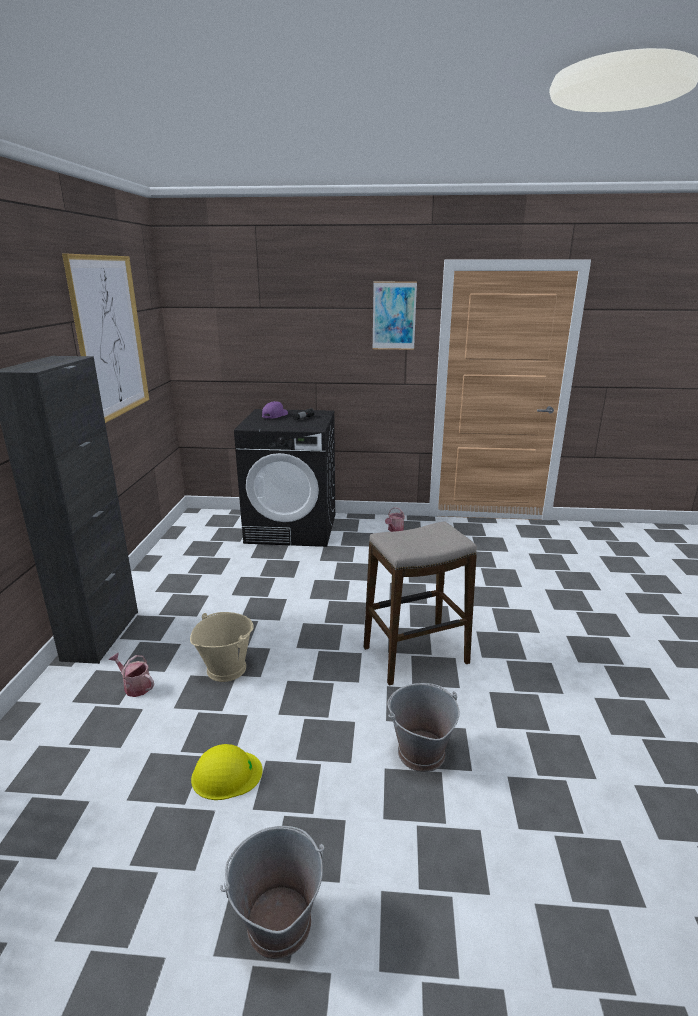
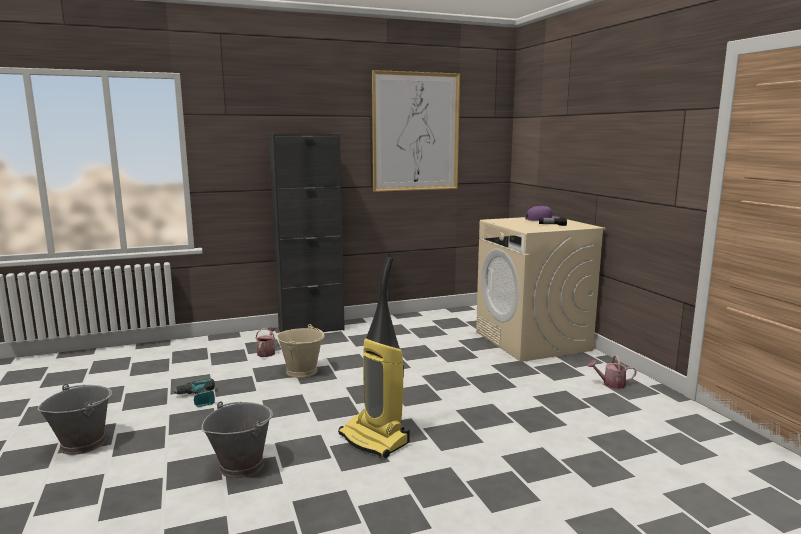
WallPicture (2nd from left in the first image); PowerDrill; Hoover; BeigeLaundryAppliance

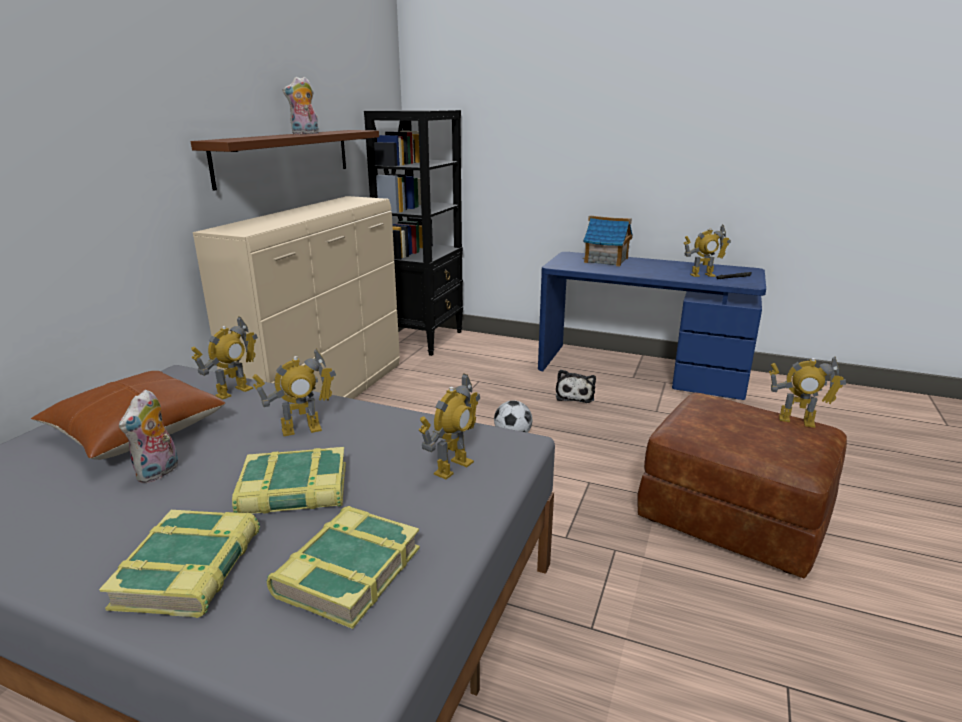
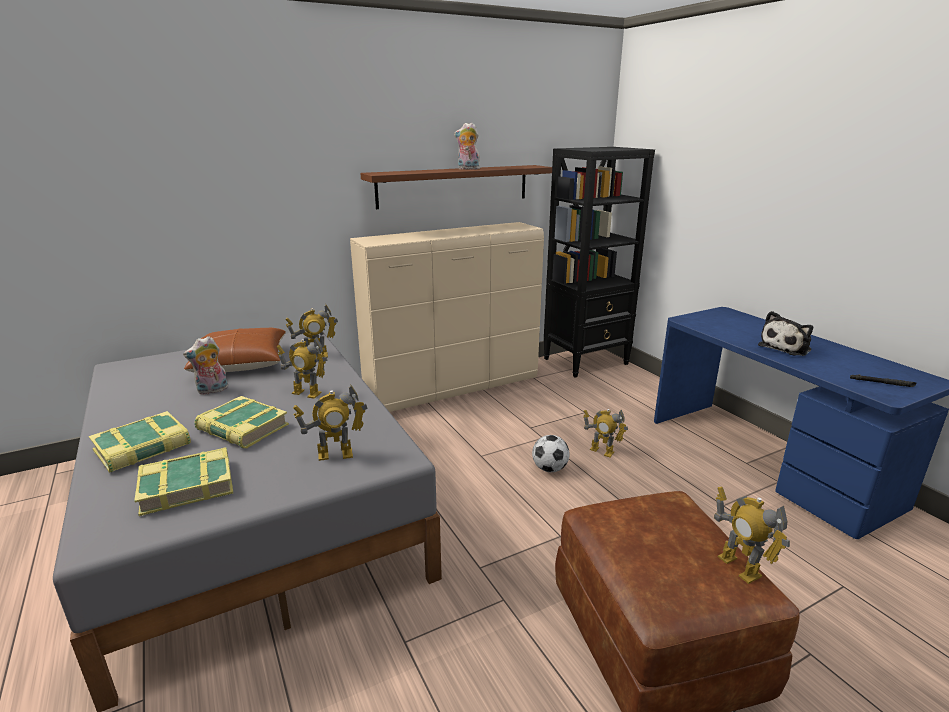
ToyHouse; SoftToy (3rd from left); ModelRobot (4th from left)

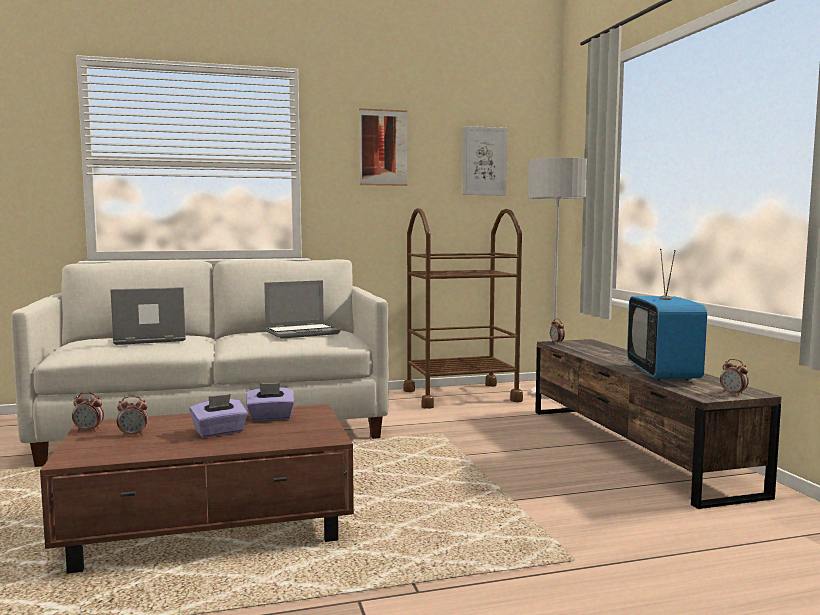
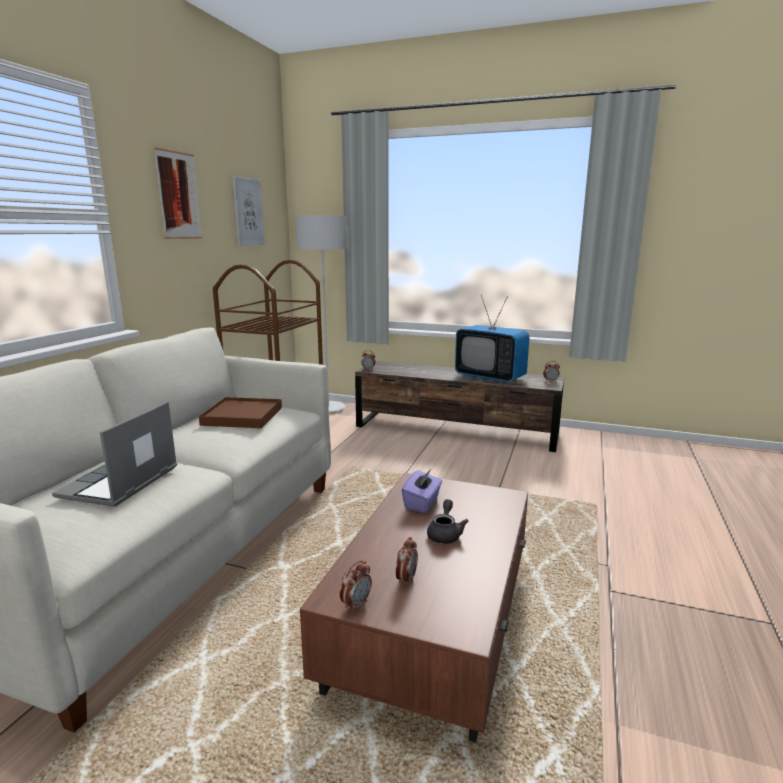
GreyTeapot; BrownColouredCarryingTray

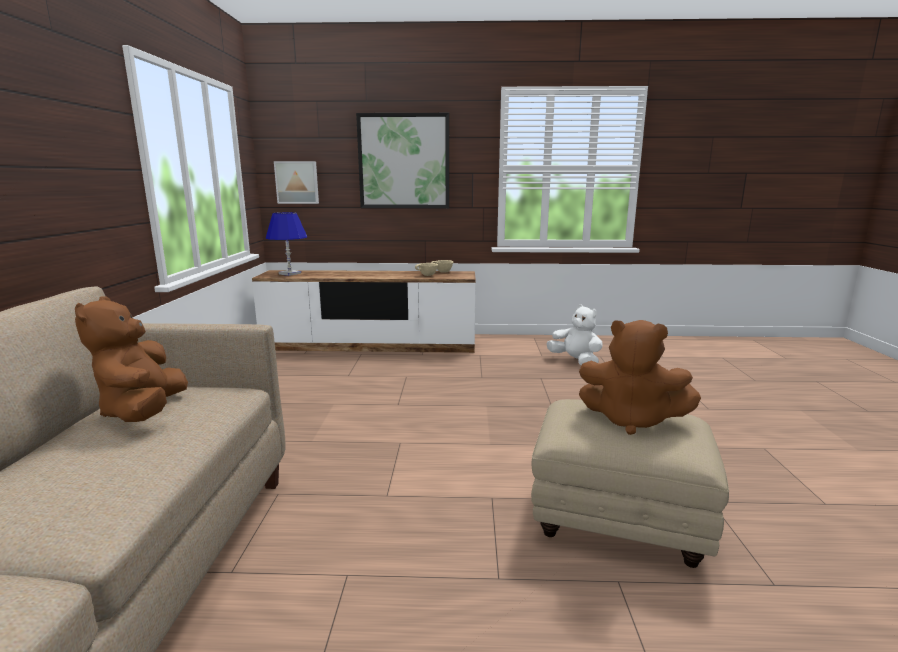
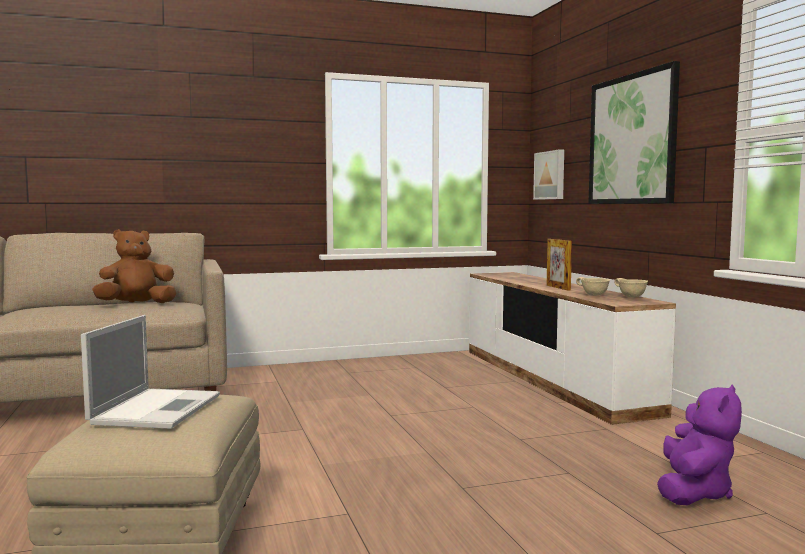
BlueColouredTableLamp; StandingFrame; Laptop; PurpleColouredSoftToy

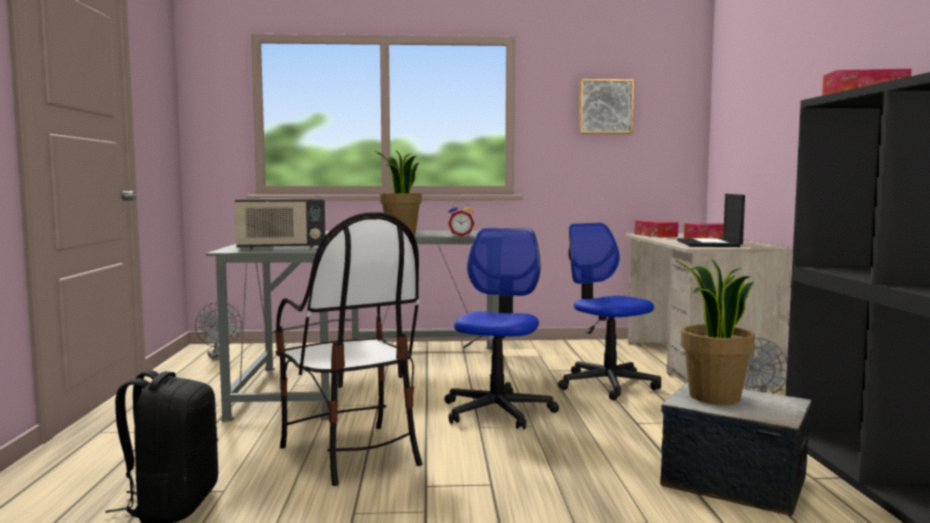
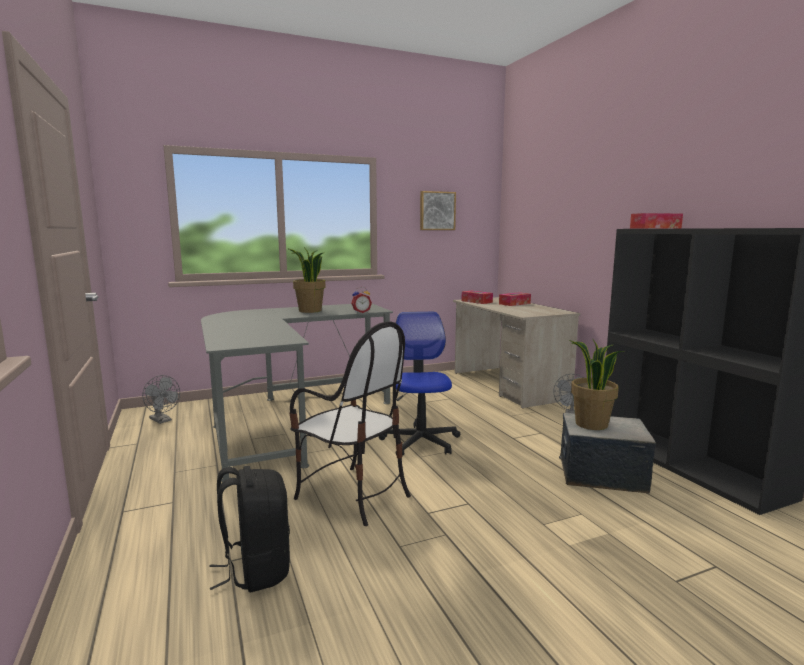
RadioReceiver; DeskChair (2nd from left in the first image); Laptop

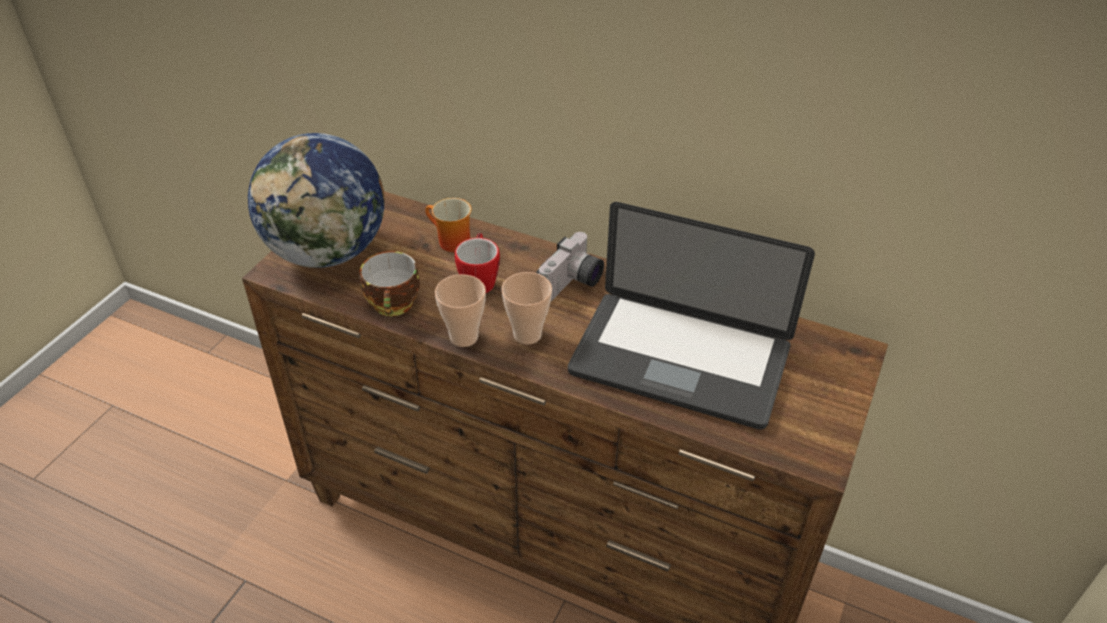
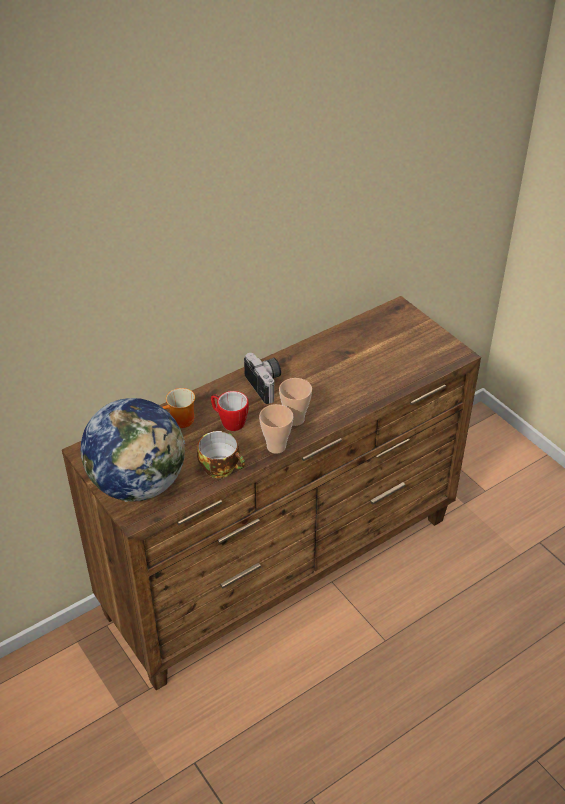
Laptop

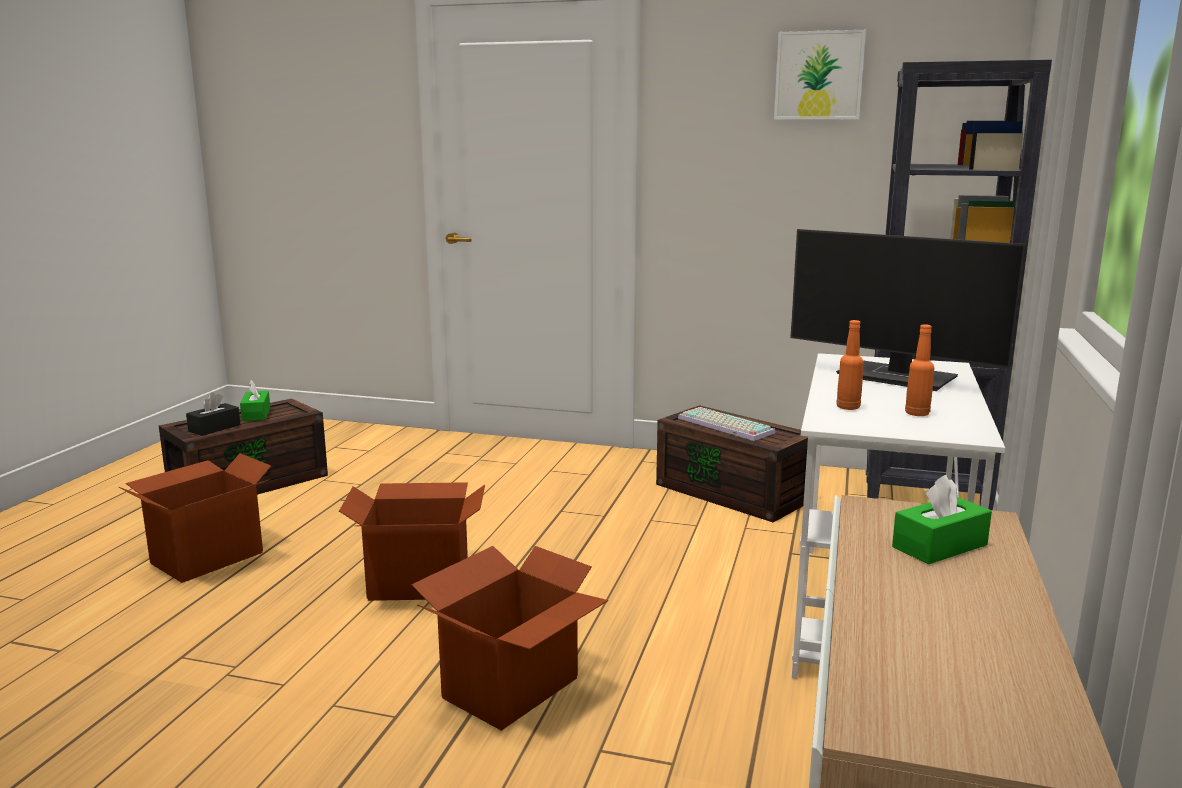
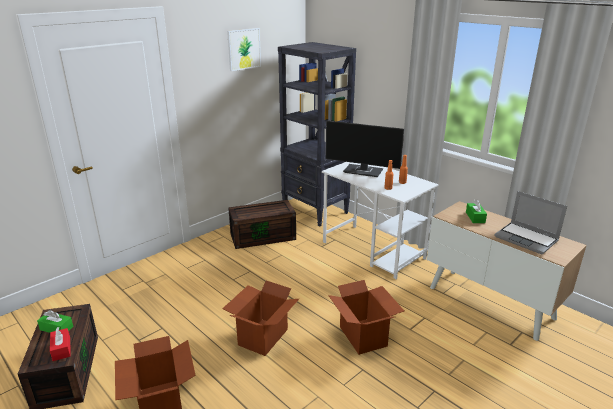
Keyboard; Laptop; ReddishTissueHolder; Monitor

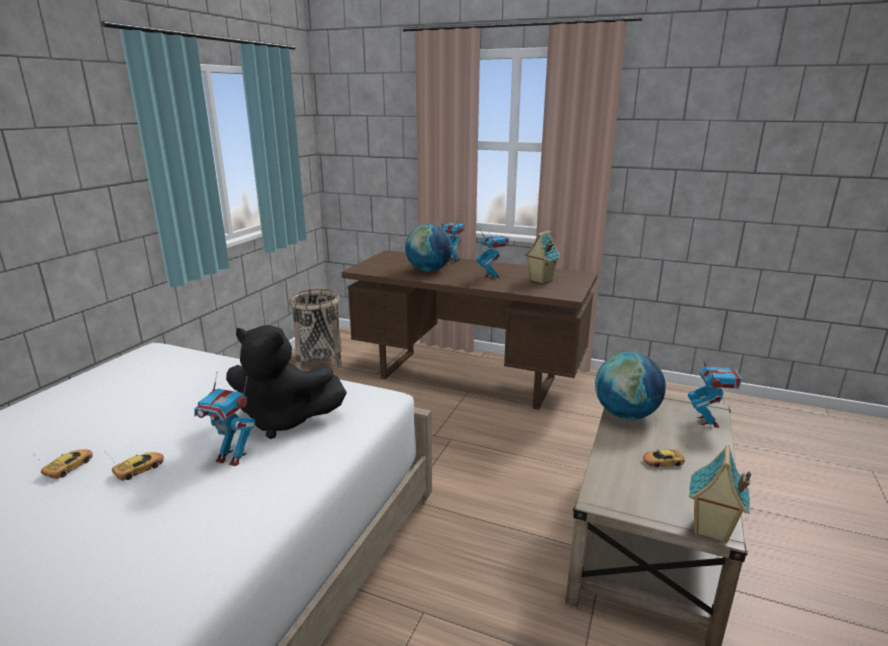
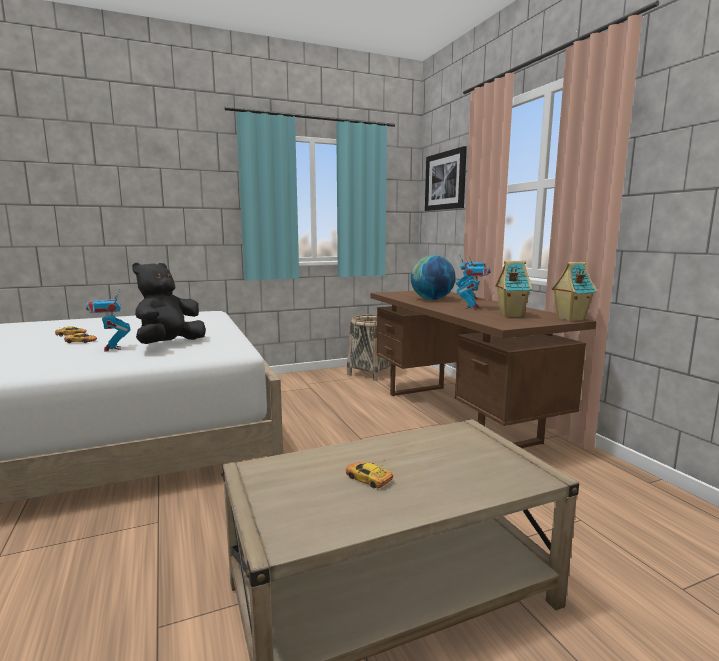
DeskGlobe (2nd from left in the first image); ModelRobot (4th from left in the first image); WallPicture; ToyHouse (2nd from left); BlackSoftToy

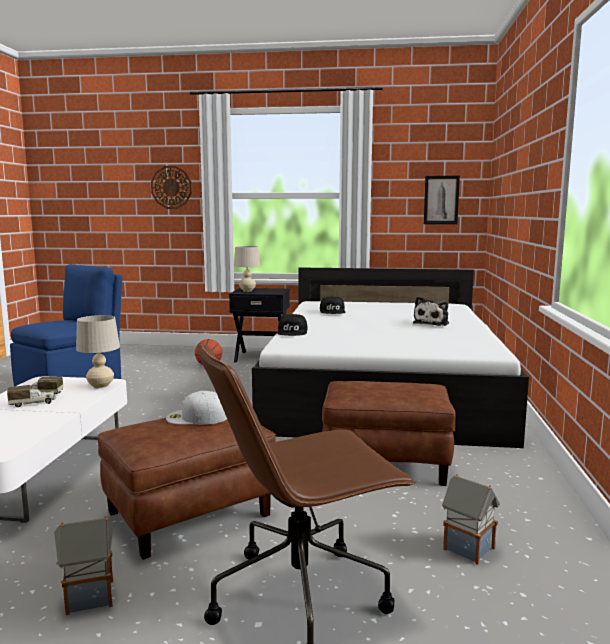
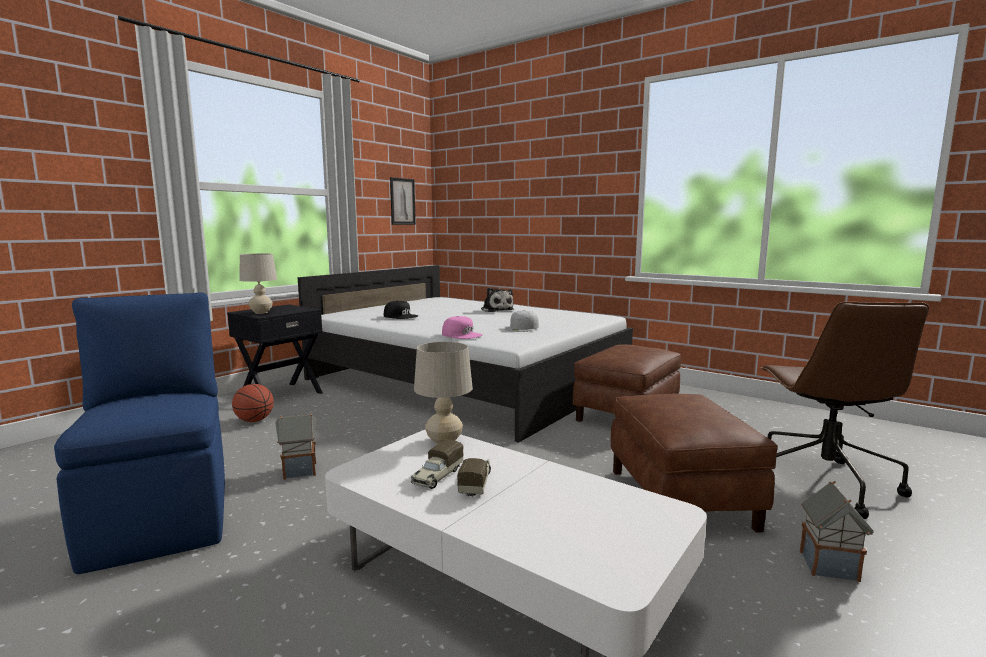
HangingClock; WhitePeakedCap; ToyHouse (1st from left); PinkPeakedCap

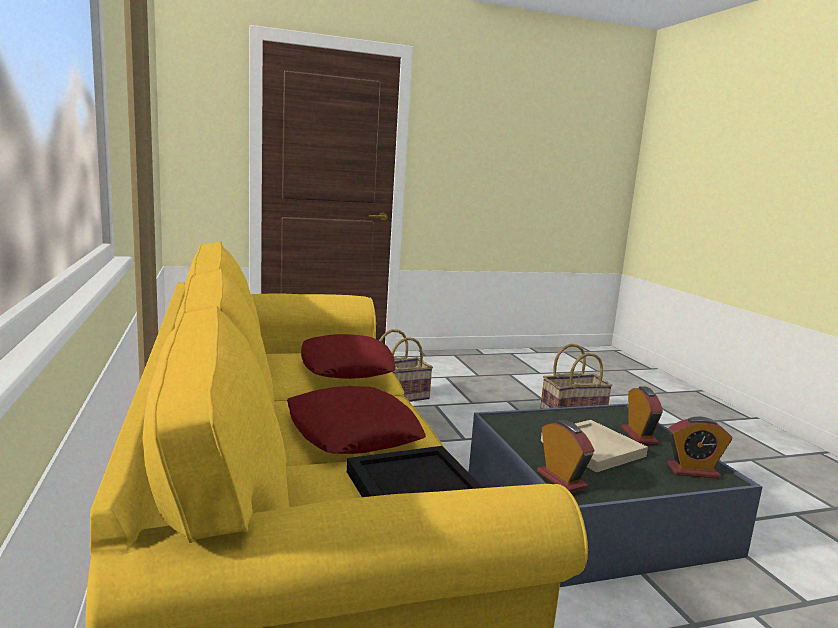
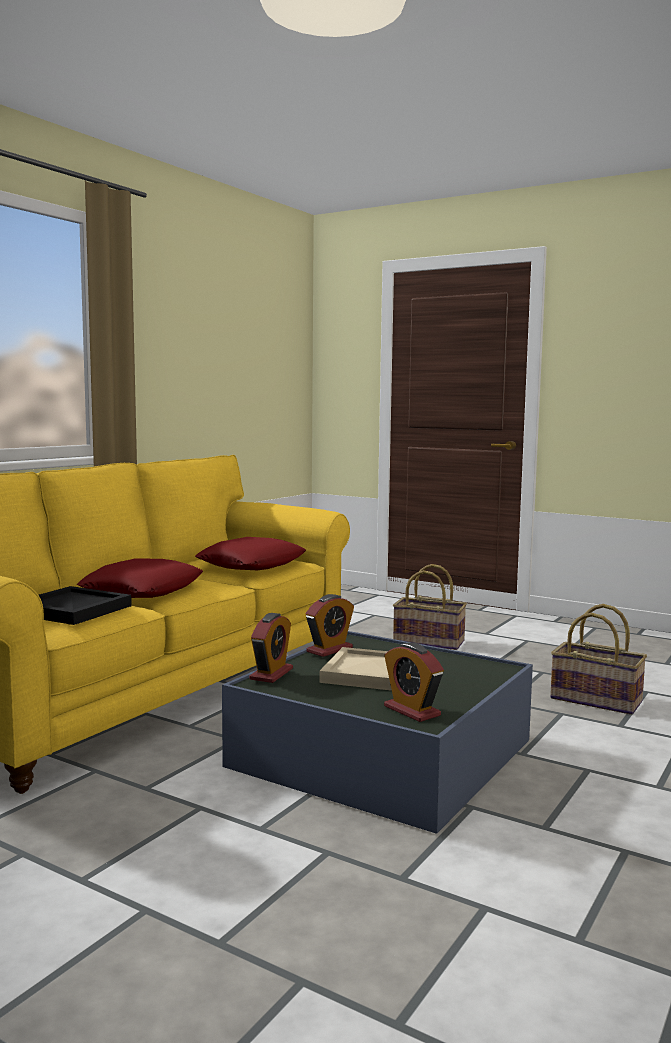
TableClock (2nd from left)

